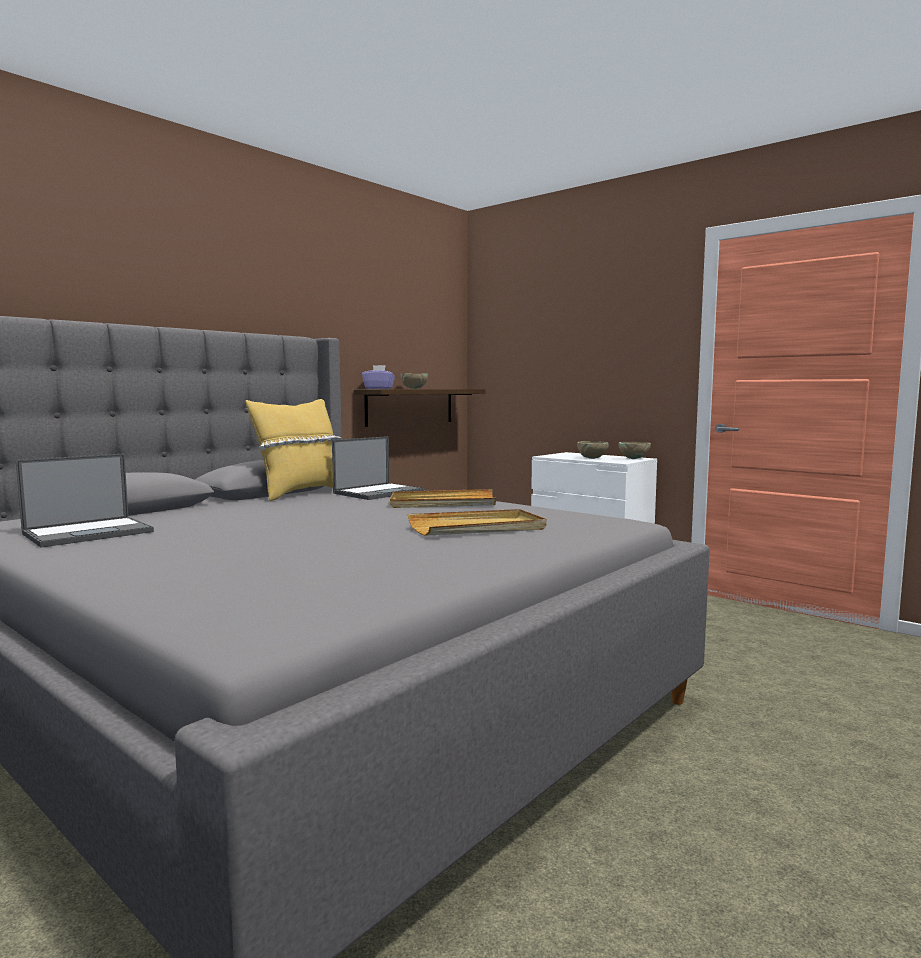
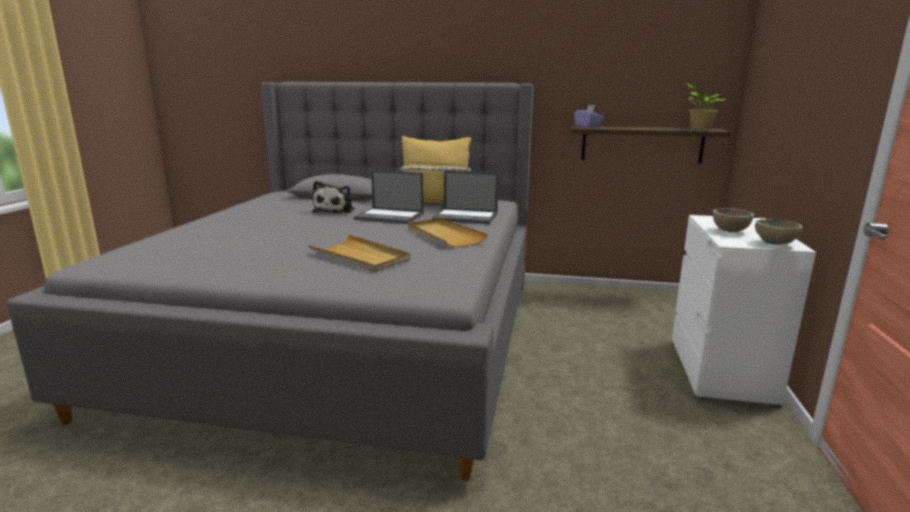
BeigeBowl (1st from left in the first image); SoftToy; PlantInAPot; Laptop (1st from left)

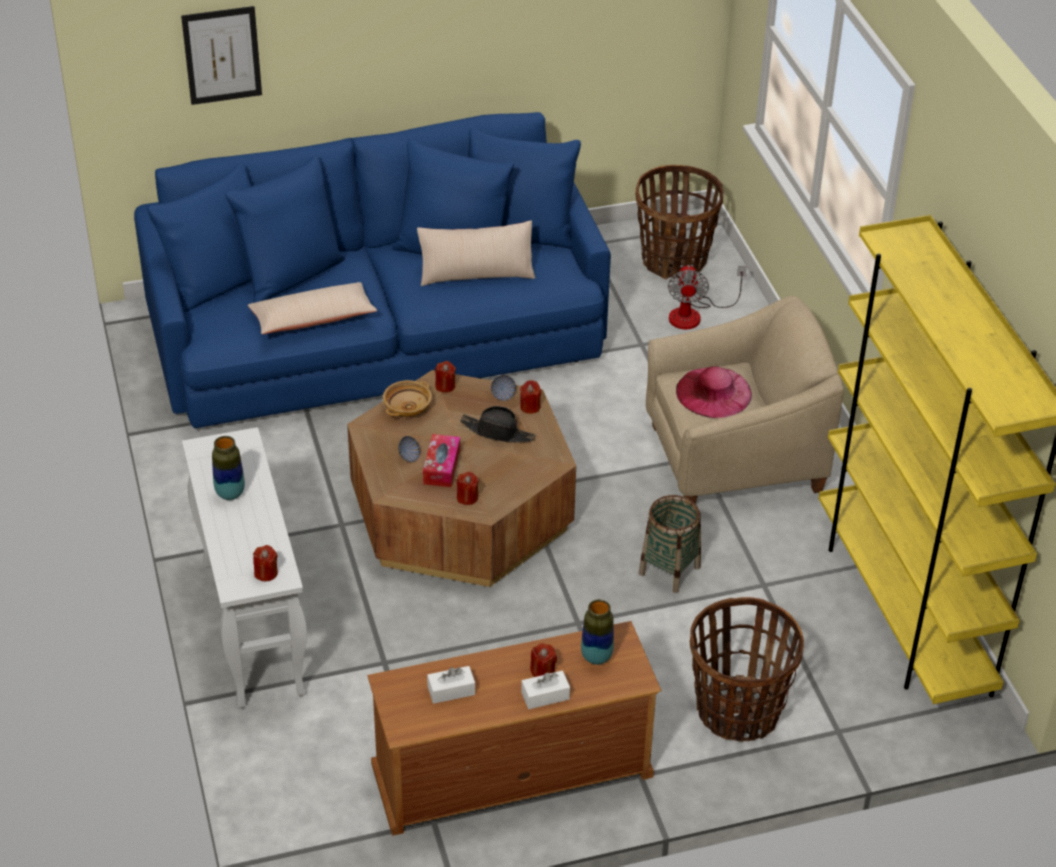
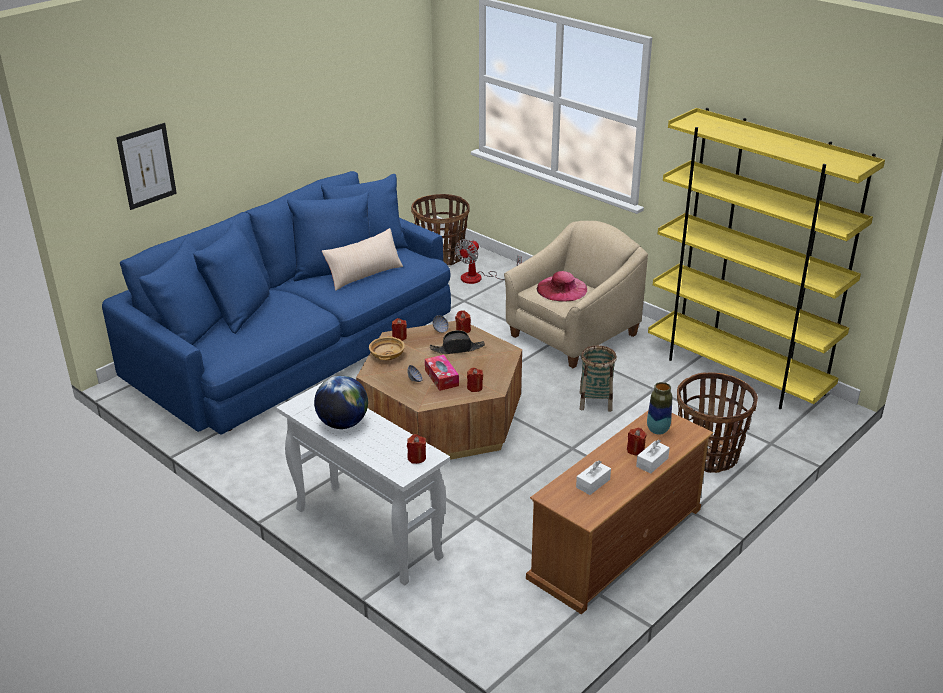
BeigeThrowPillow (1st from left in the first image); DeskGlobe; ElectricFan

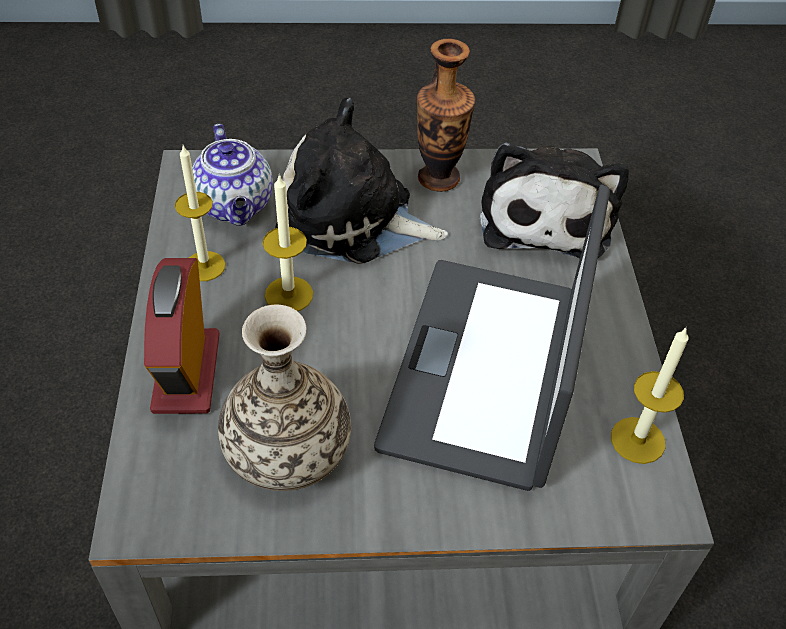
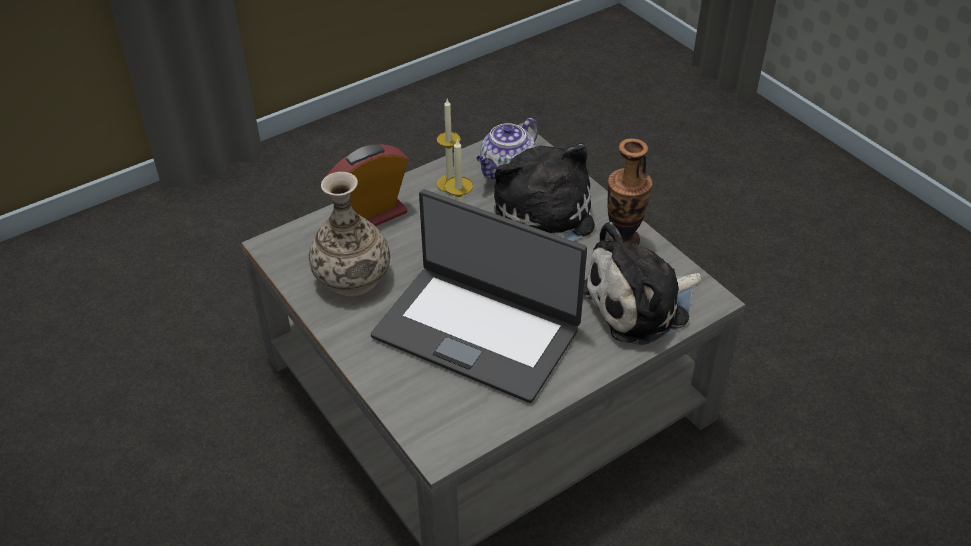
WaxLight (3rd from left in the first image); Laptop

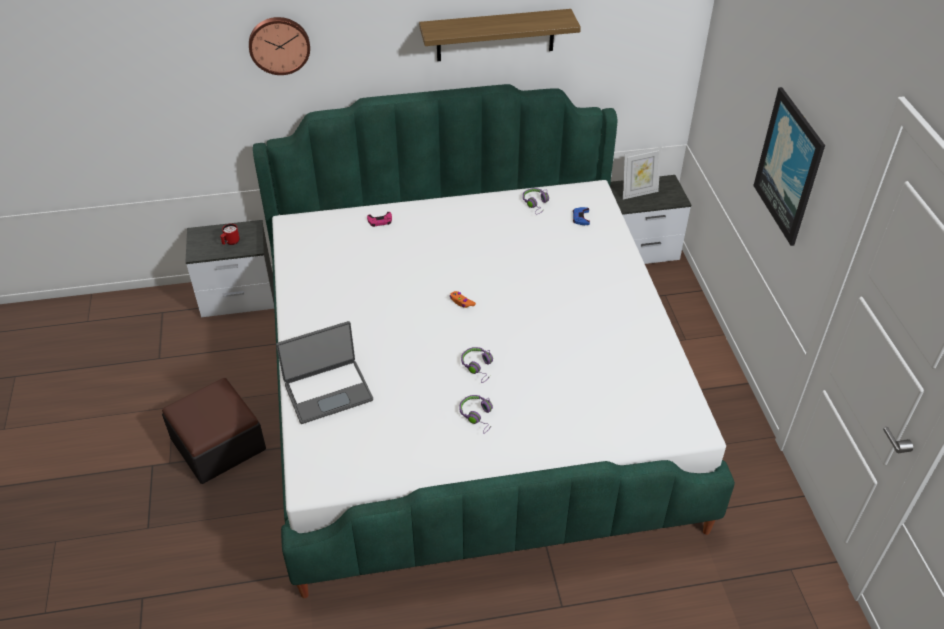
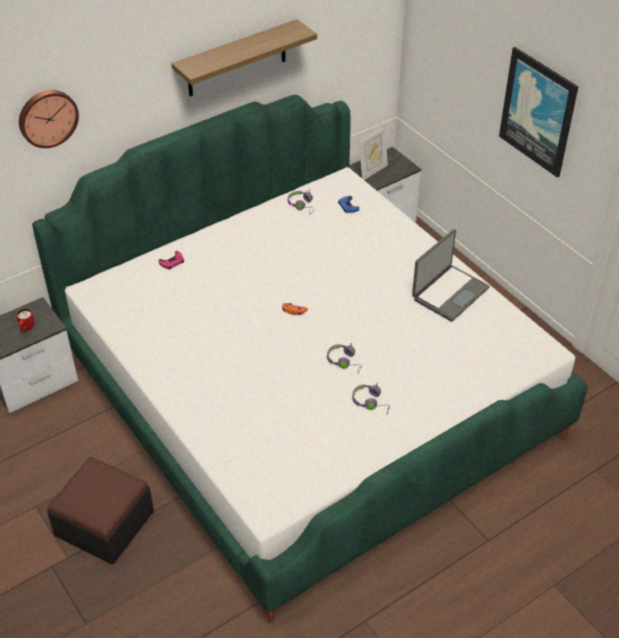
Laptop

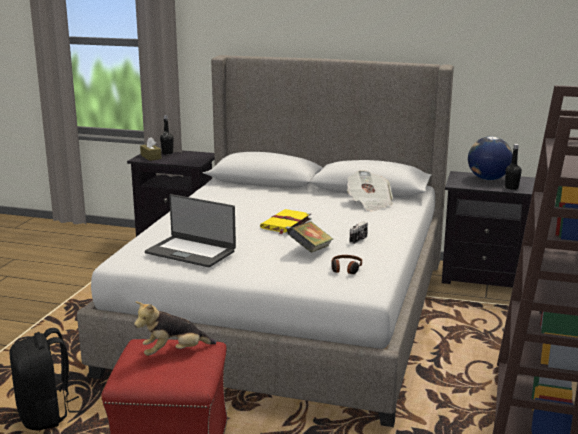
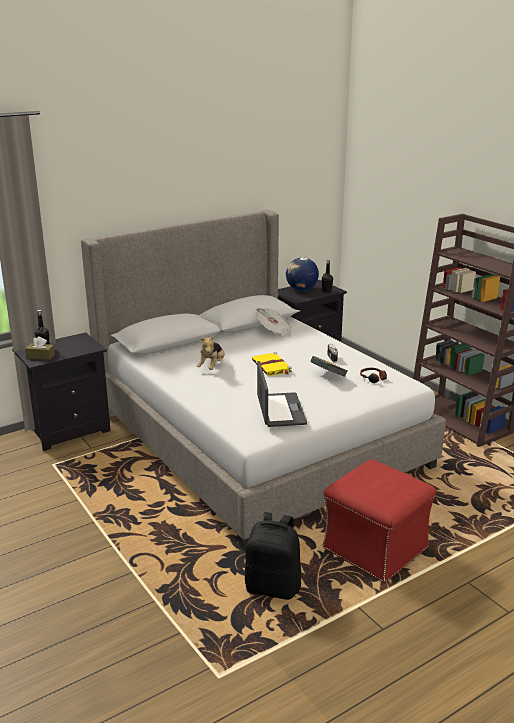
SoftToy; Laptop

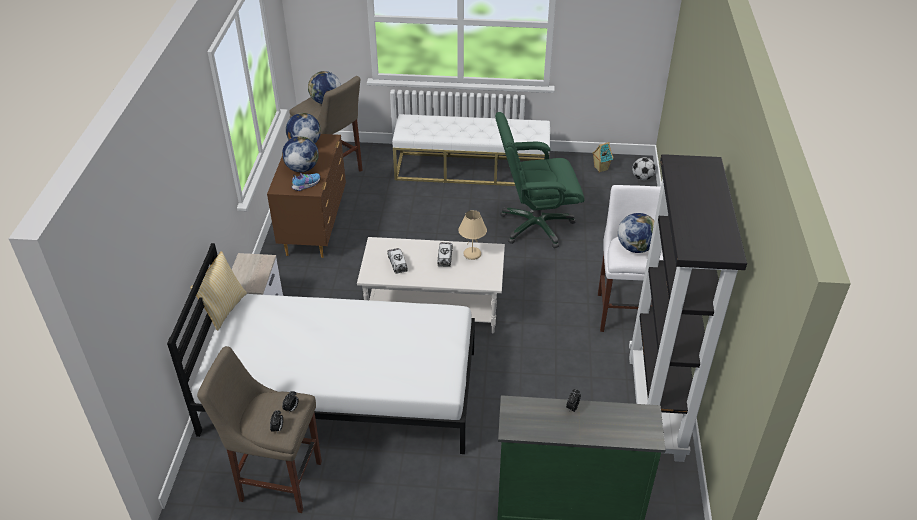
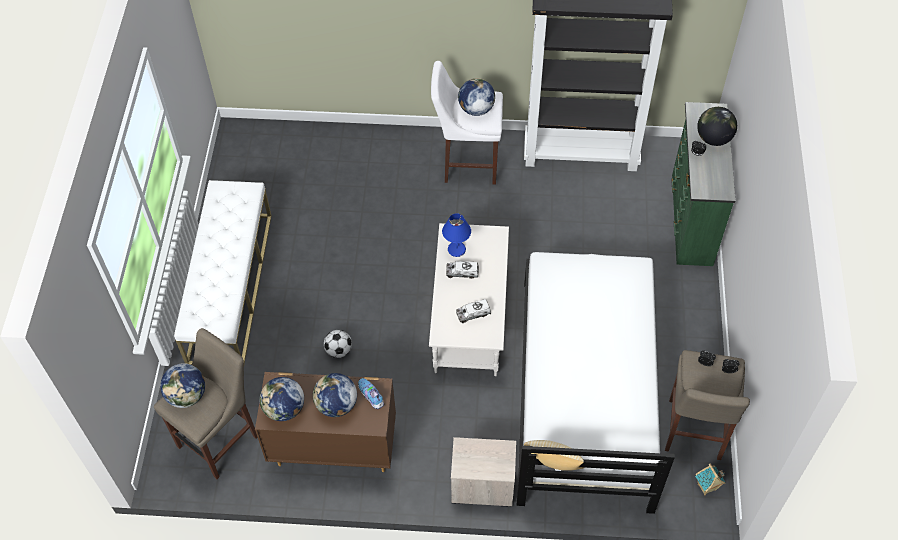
GreenColouredDeskChair; DeskGlobe (5th from left); ToyHouse; Football; BlueColouredTableLamp

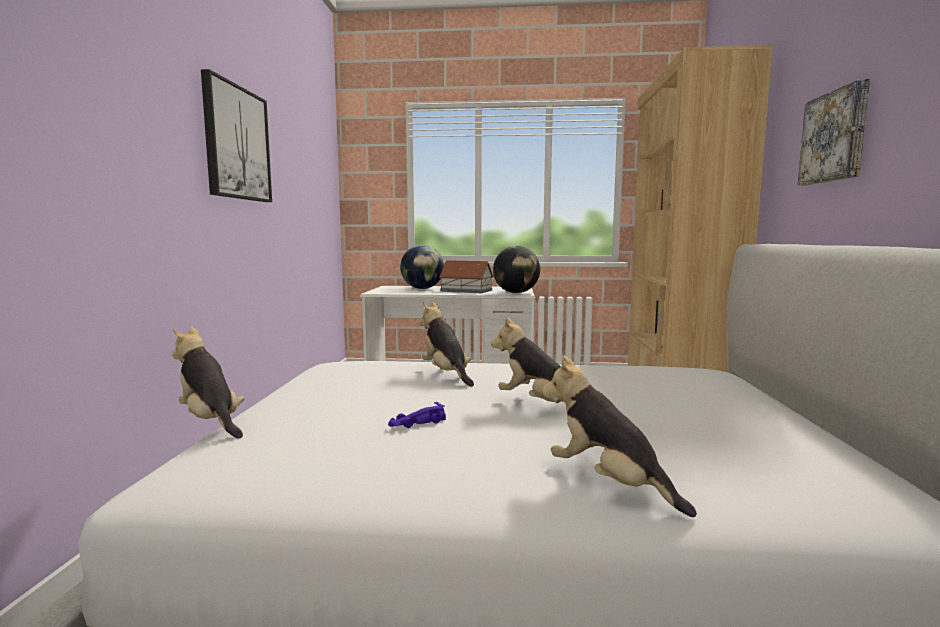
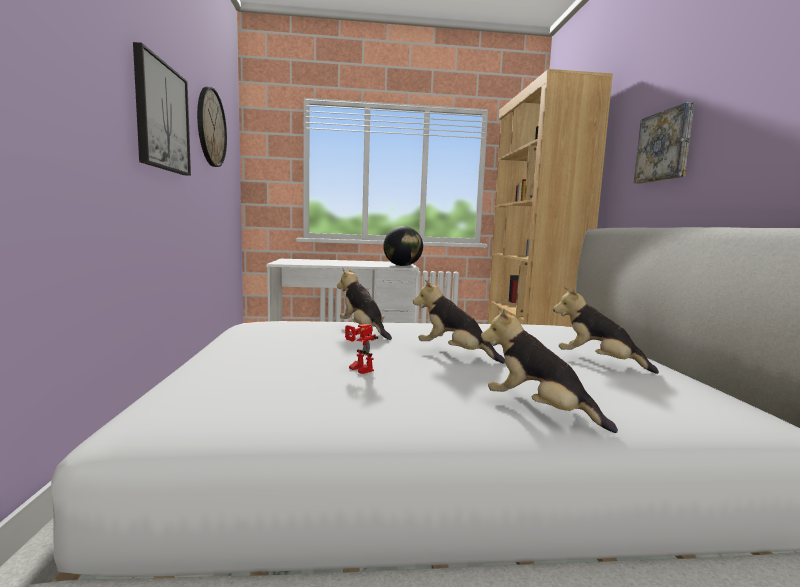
DeskGlobe (1st from left in the first image); ToyHouse; HangingClock; SoftToy (4th from left); ModelRobot

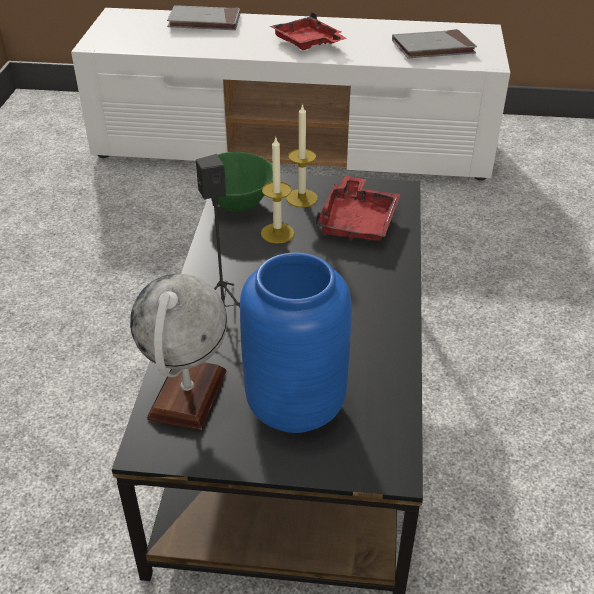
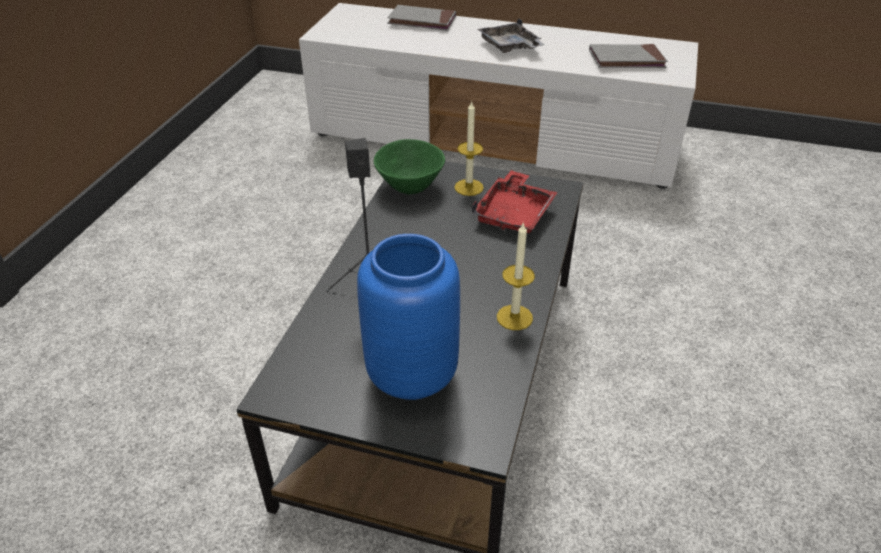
DeskGlobe; WaxLight (2nd from left); GreyCarryingTray

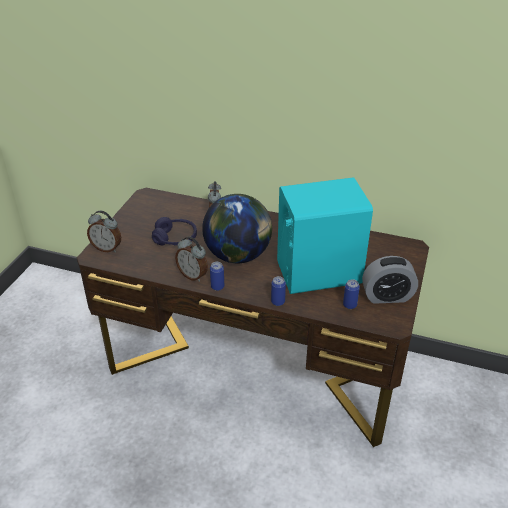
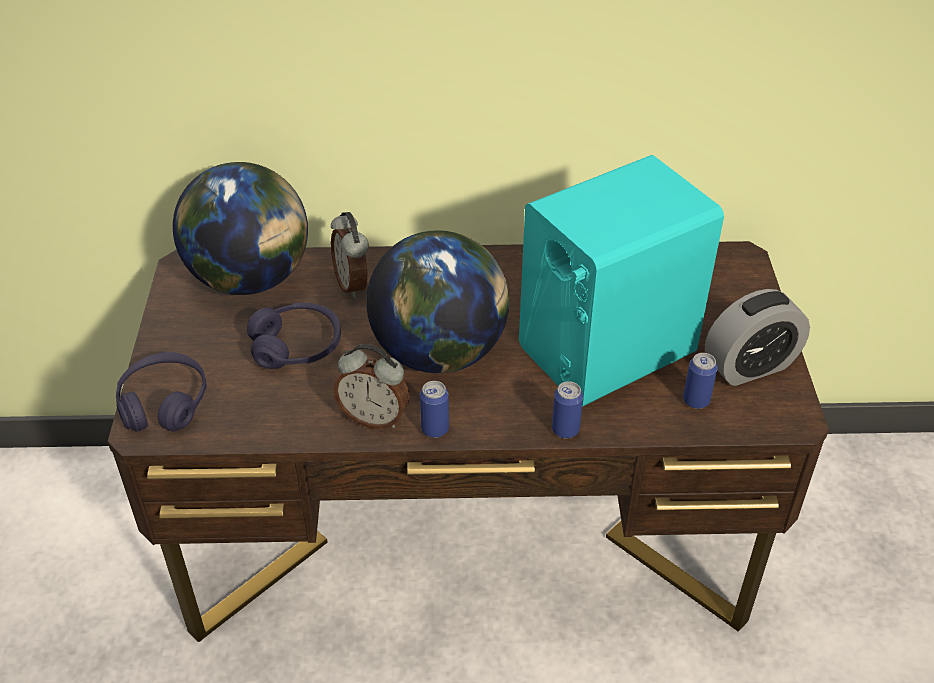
DeskGlobe (1st from left); PurpleColouredHeadset (1st from left)

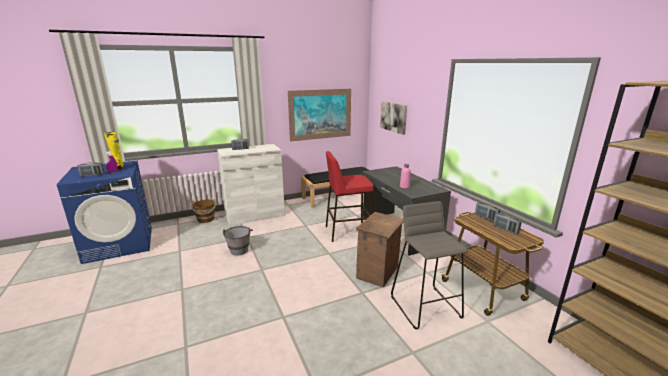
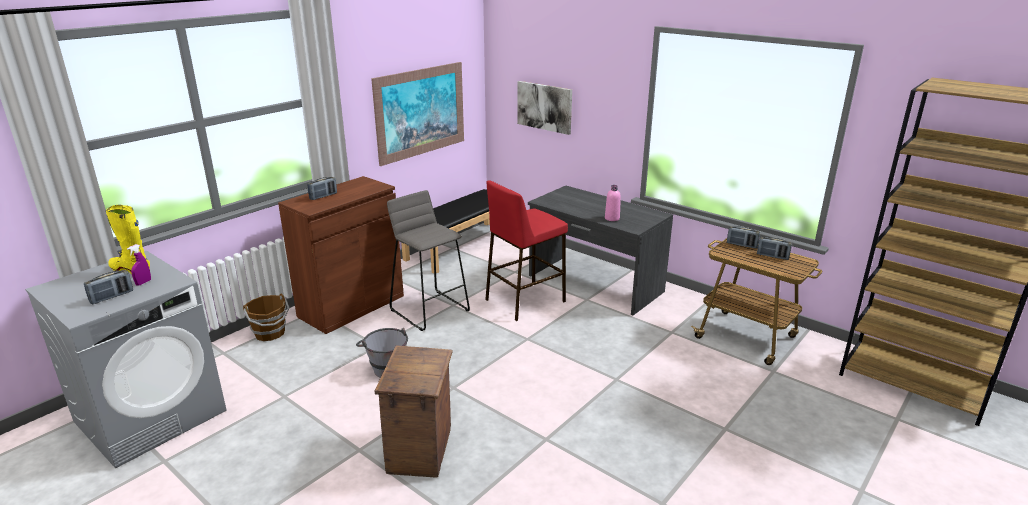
ShippingCrate; GreySittingStool; GreyLaundryAppliance; BrownColouredCupboard

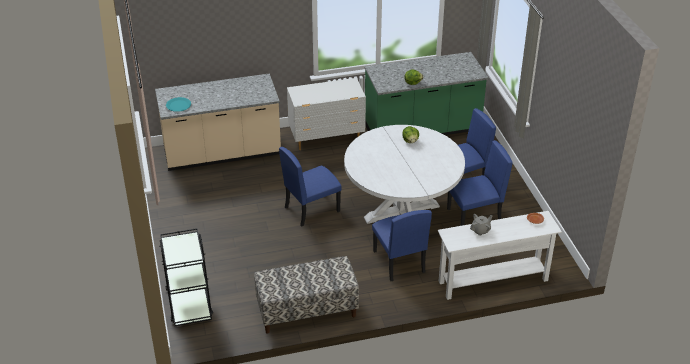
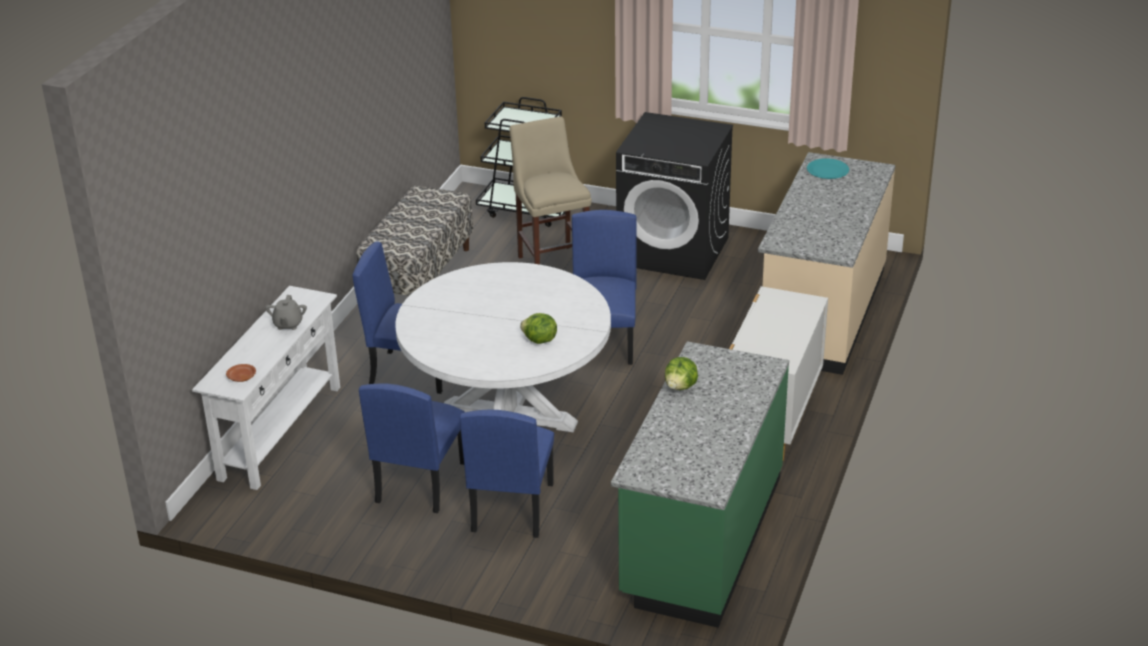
BeigeSittingStool; BlackLaundryAppliance

